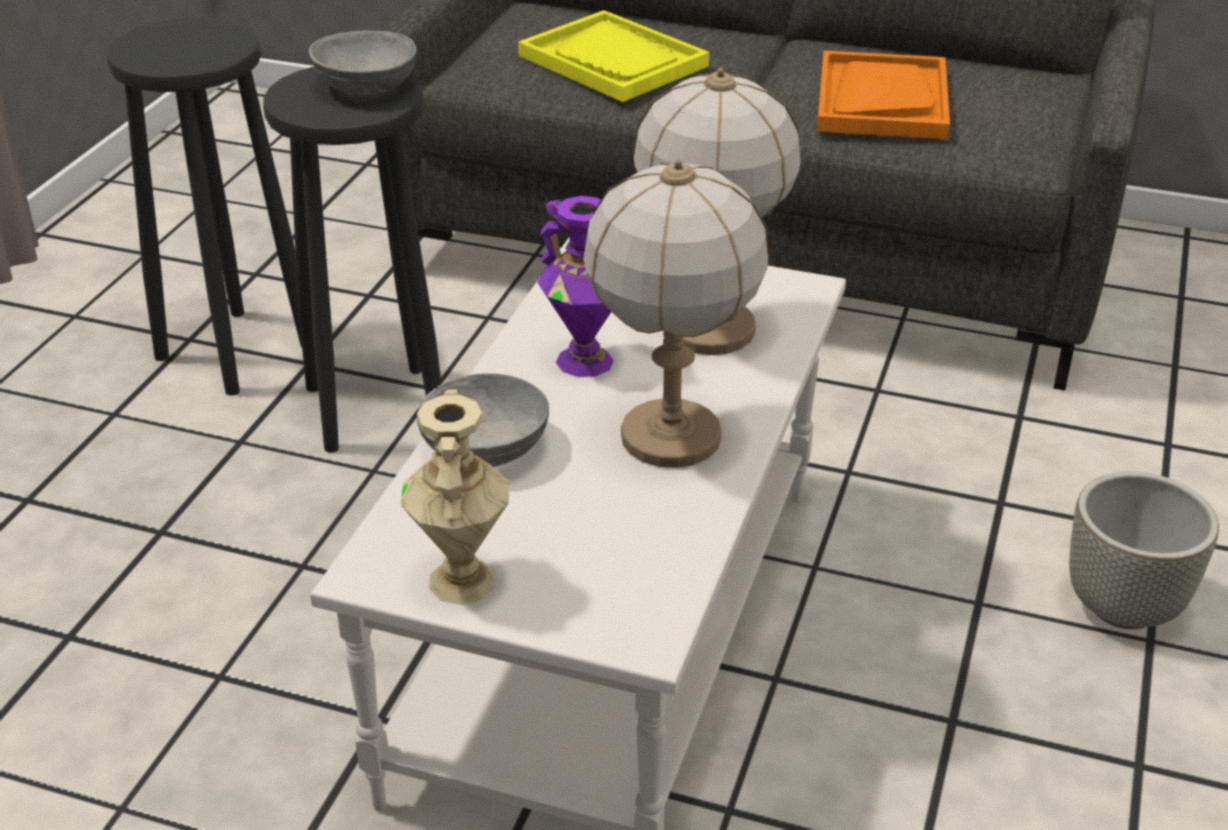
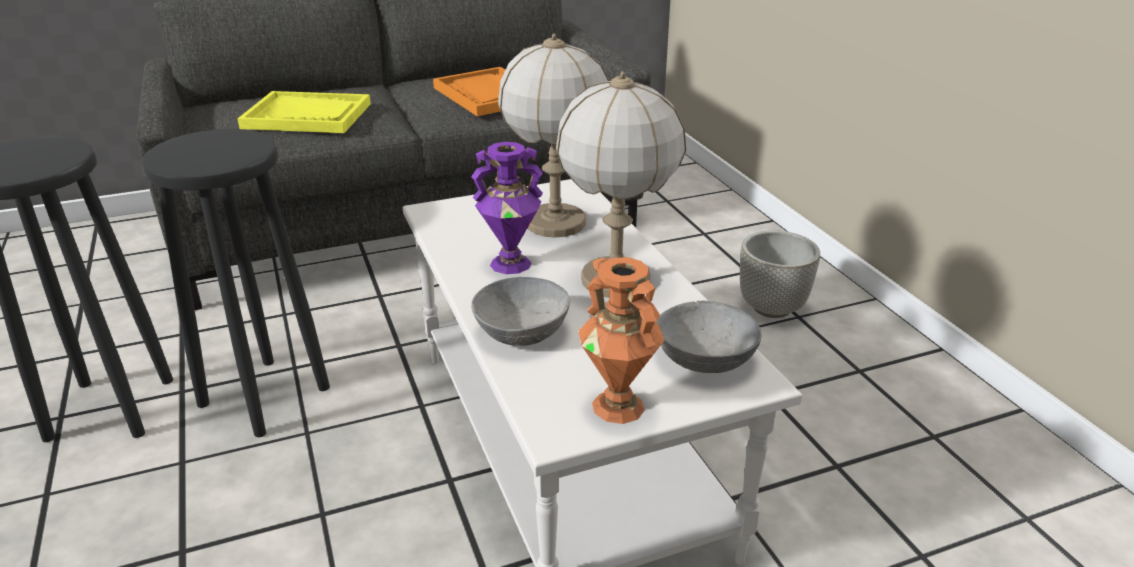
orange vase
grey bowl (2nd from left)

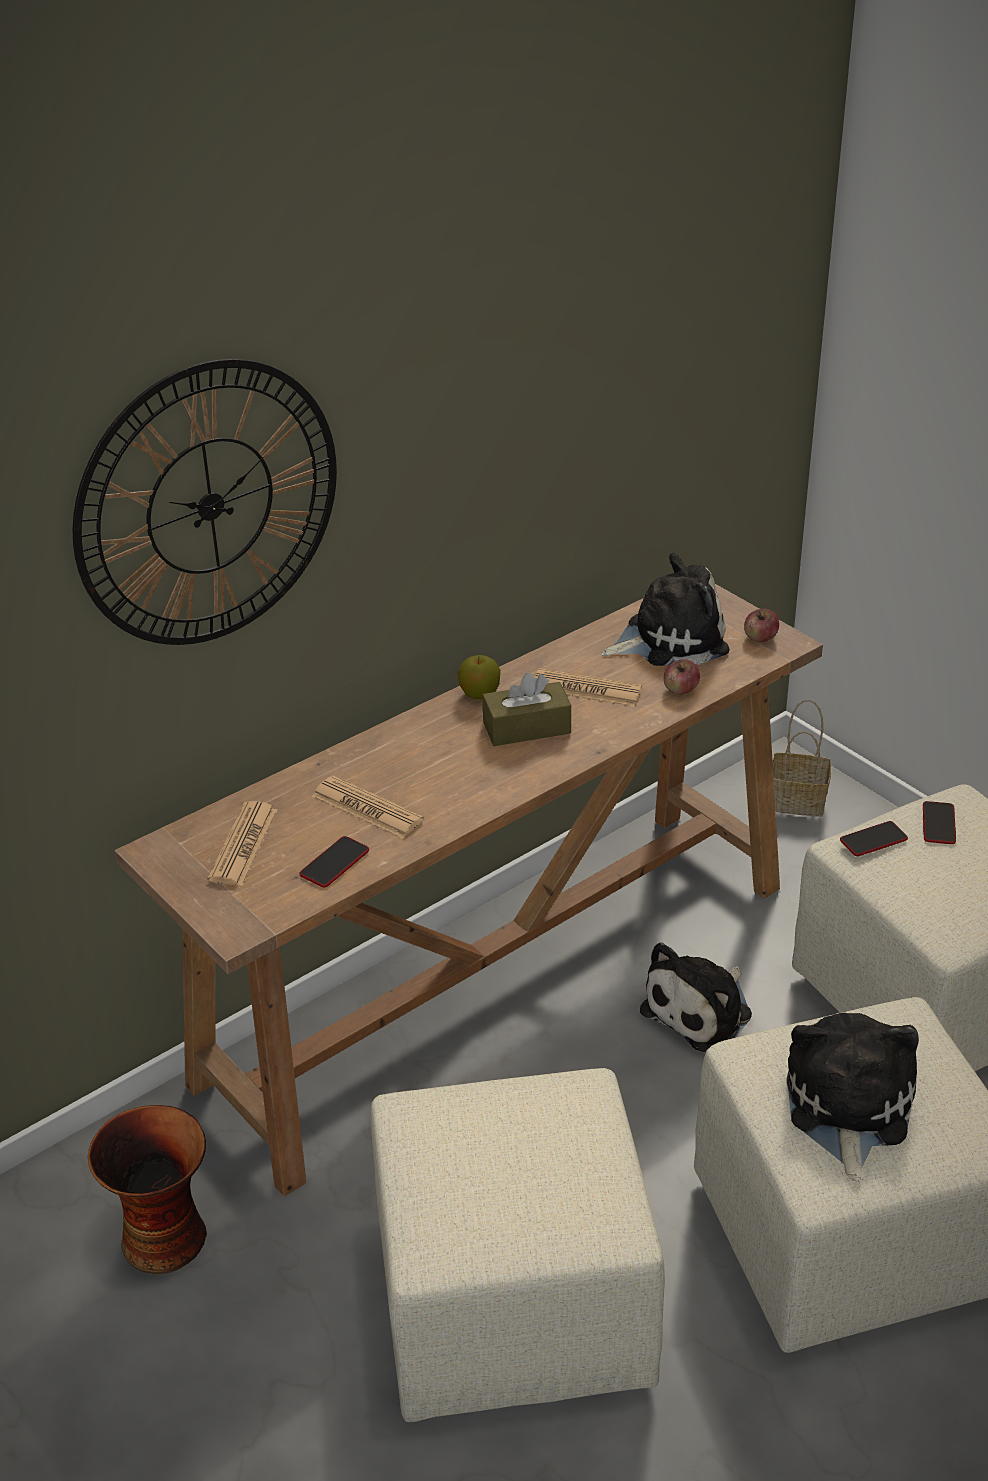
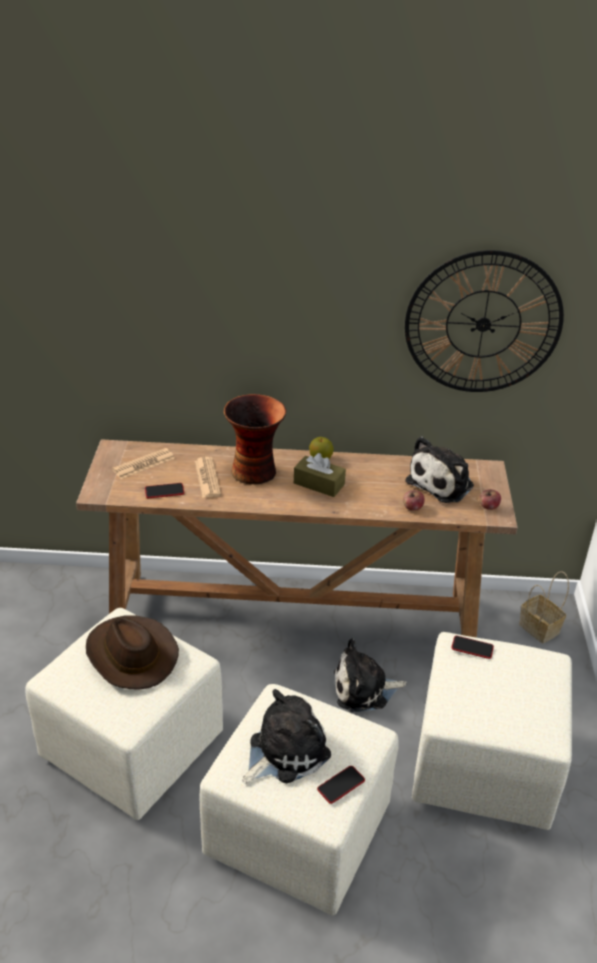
brown hat
vase
phone (2nd from left)
wall clock
plush toy (3rd from left)
newspaper (3rd from left in the first image)

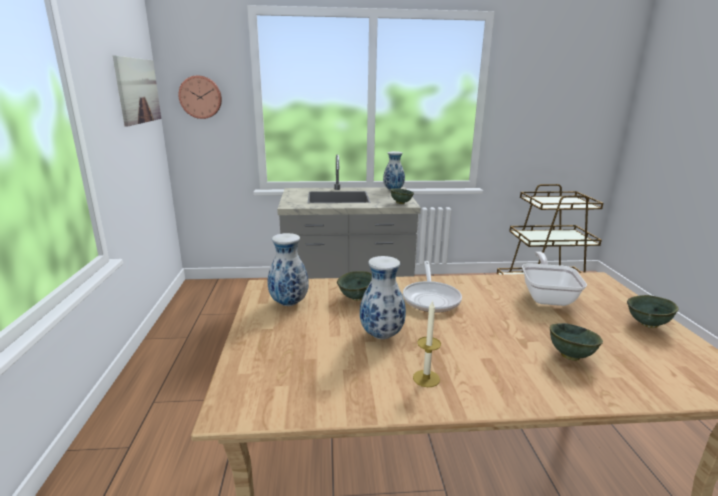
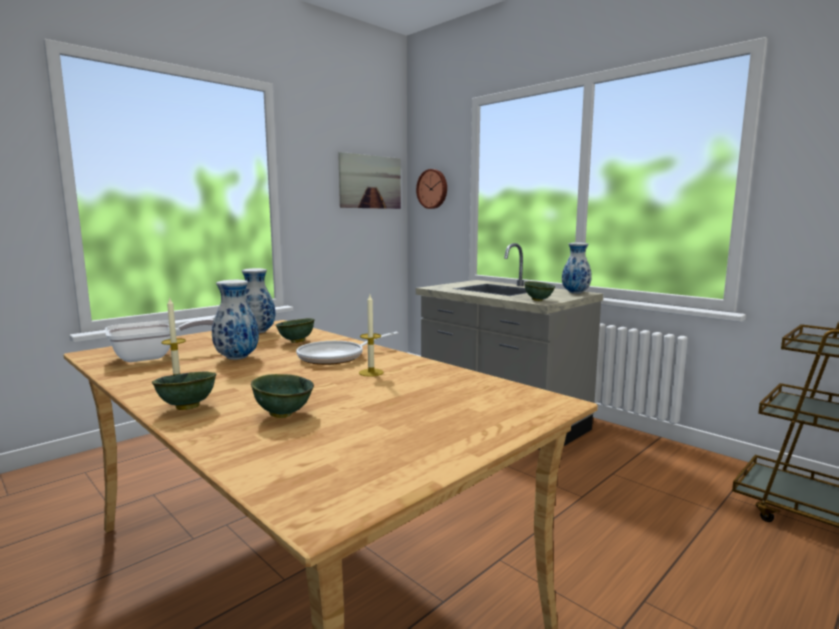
frying pan (1st from left)
green bowl (1st from left)
candle (2nd from left)

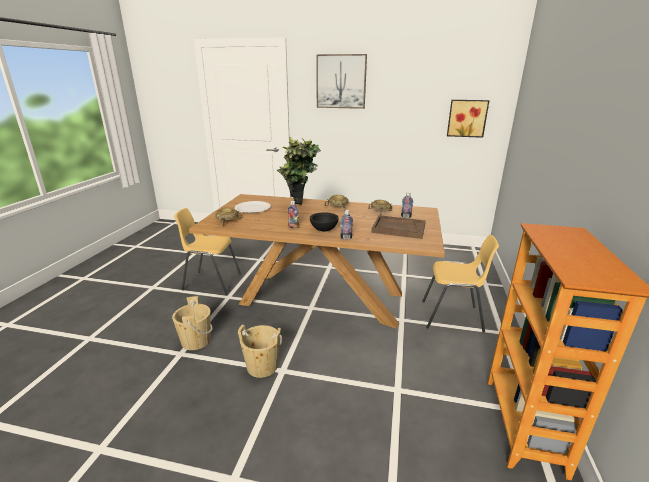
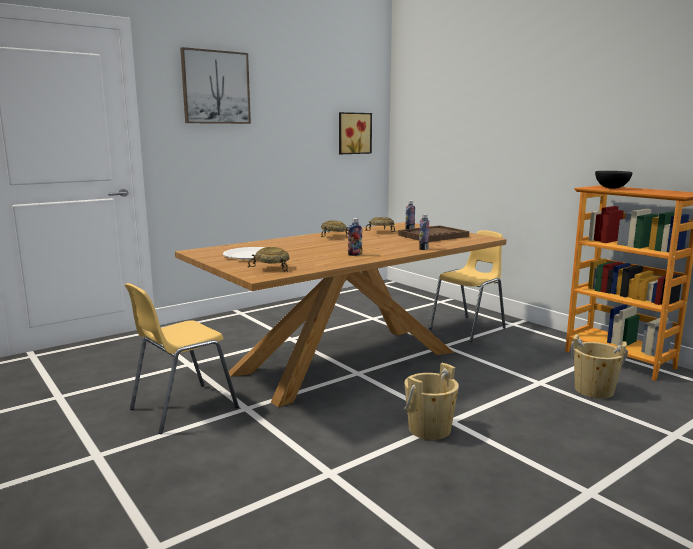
beige bucket (2nd from left)
black bowl
potted plant

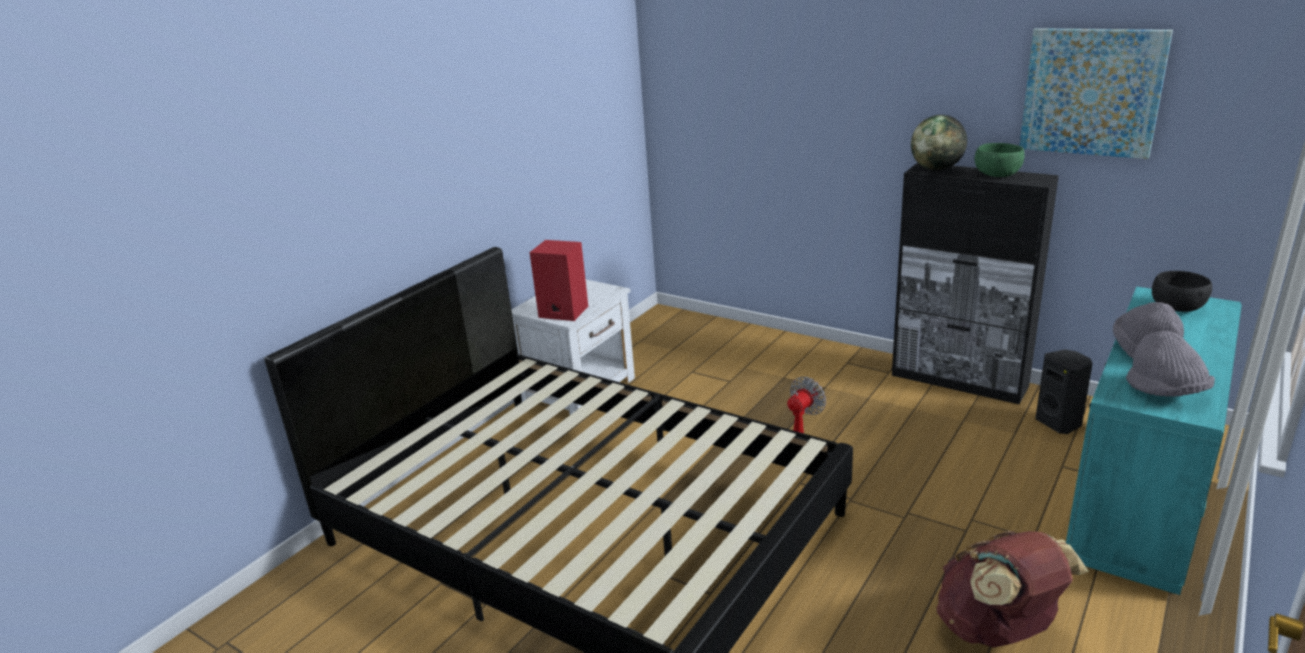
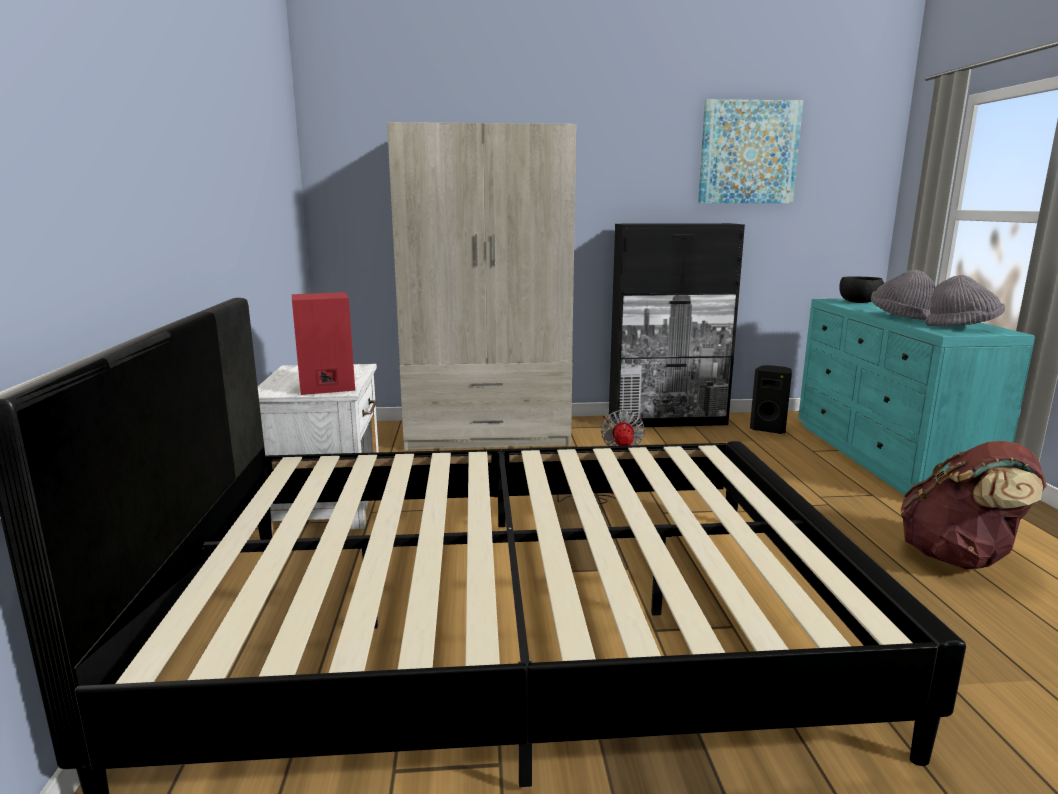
beige wardrobe
globe
green bowl

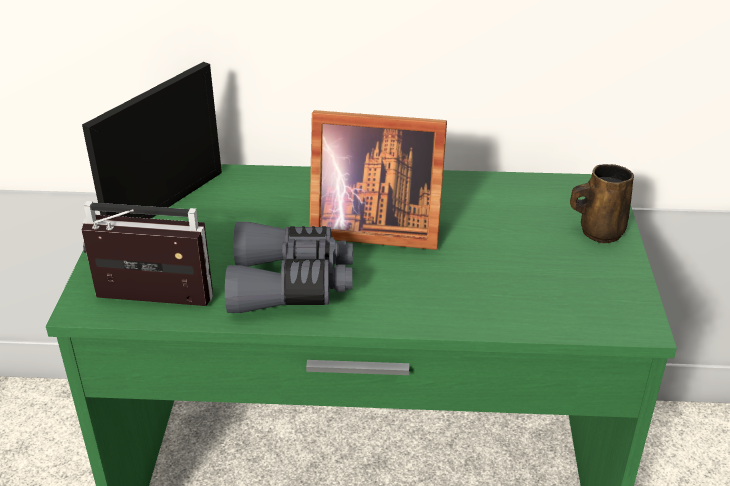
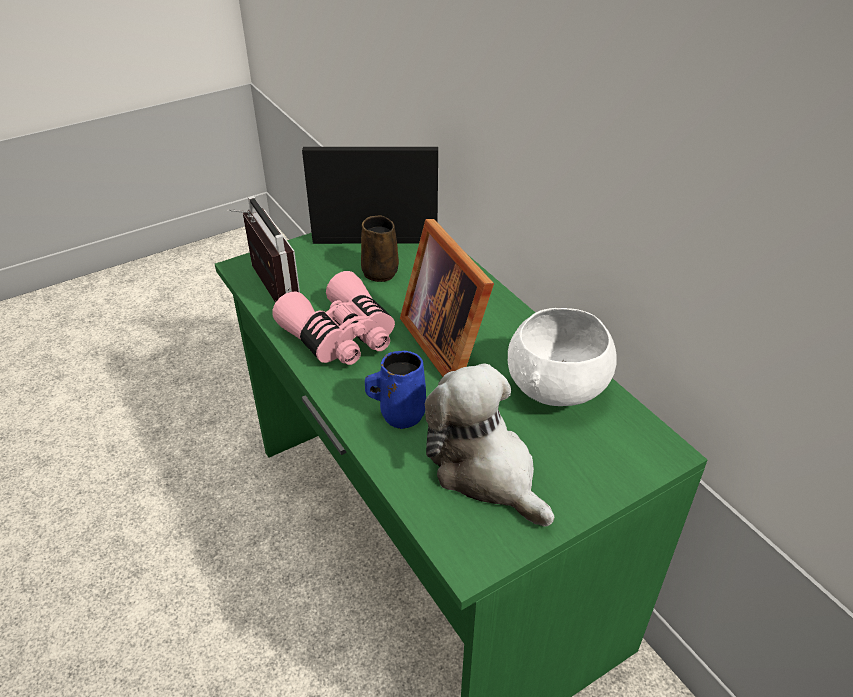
pink binoculars
brown mug
blue mug
plush toy
white bowl

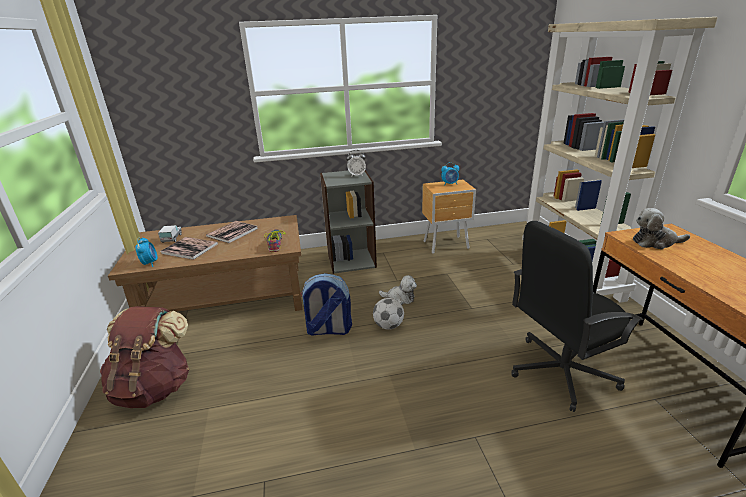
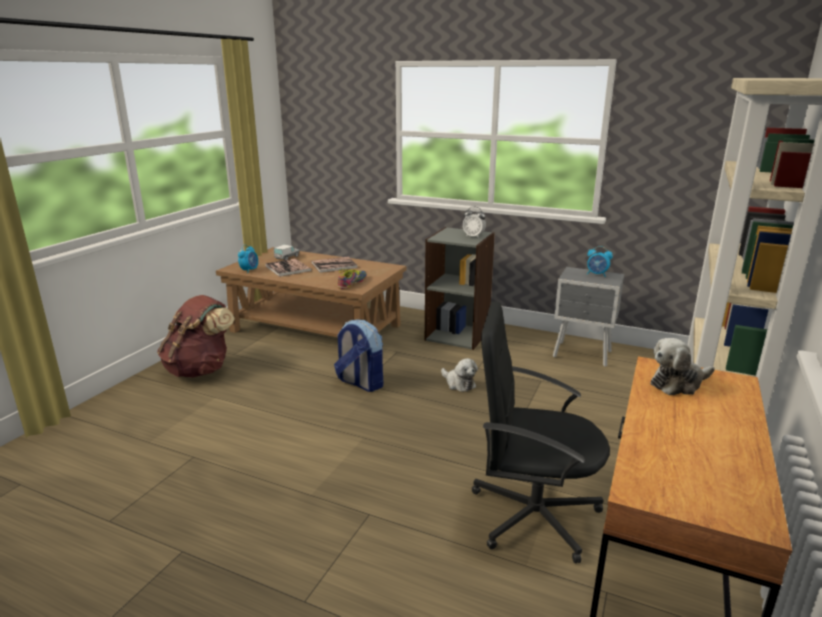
grey nightstand
plush toy (2nd from left)
football

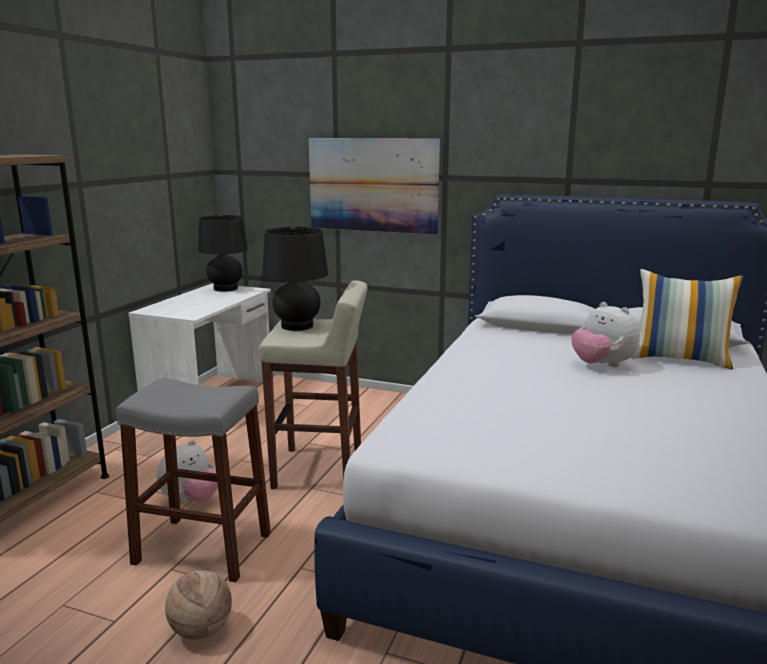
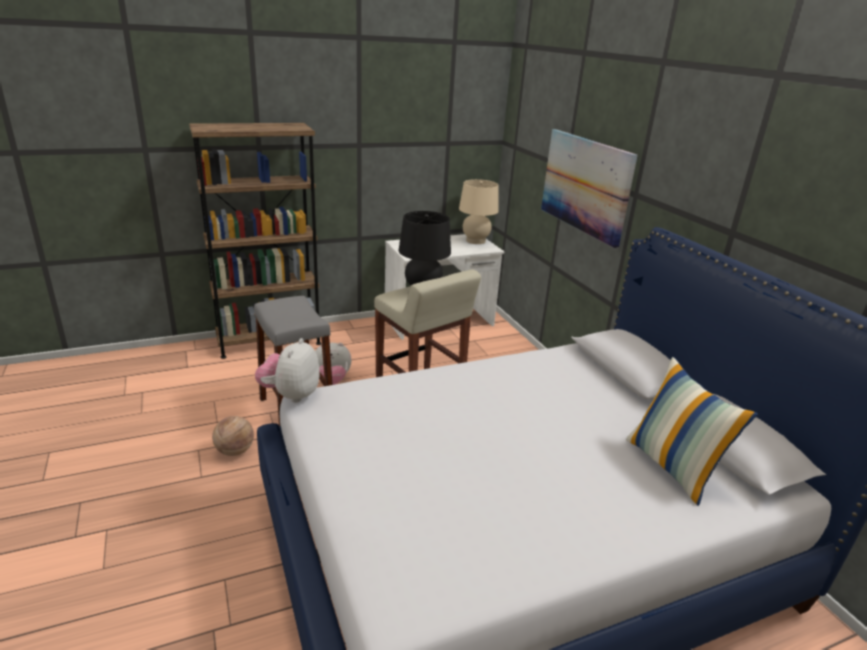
plush toy (1st from left)
beige table lamp

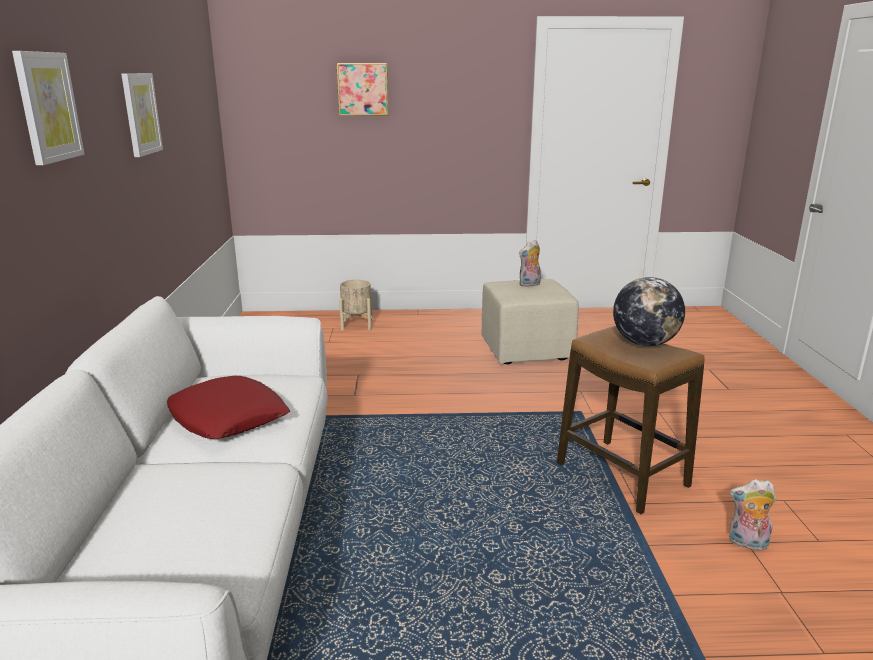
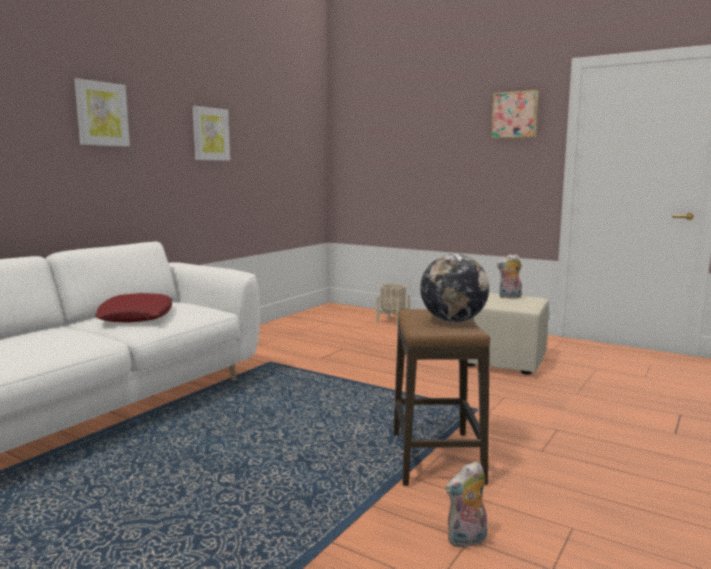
plush toy (1st from left)
picture (3rd from left)

